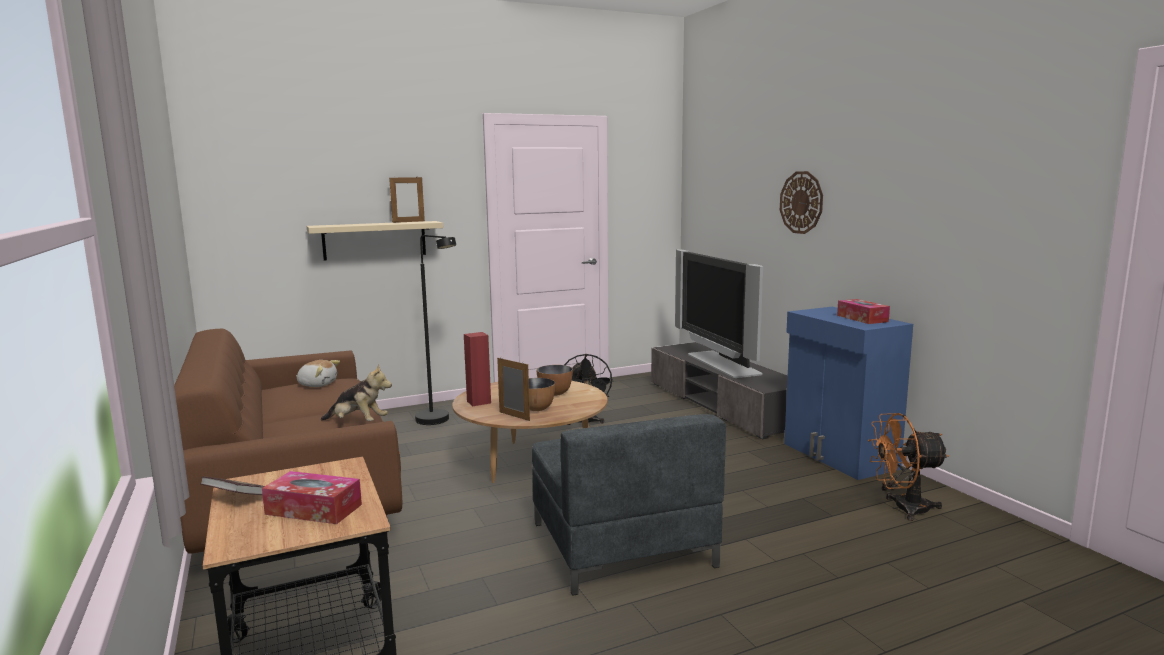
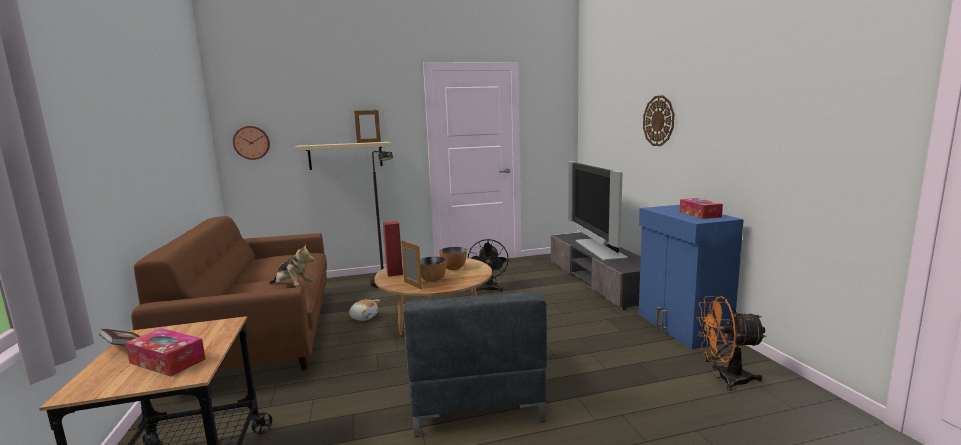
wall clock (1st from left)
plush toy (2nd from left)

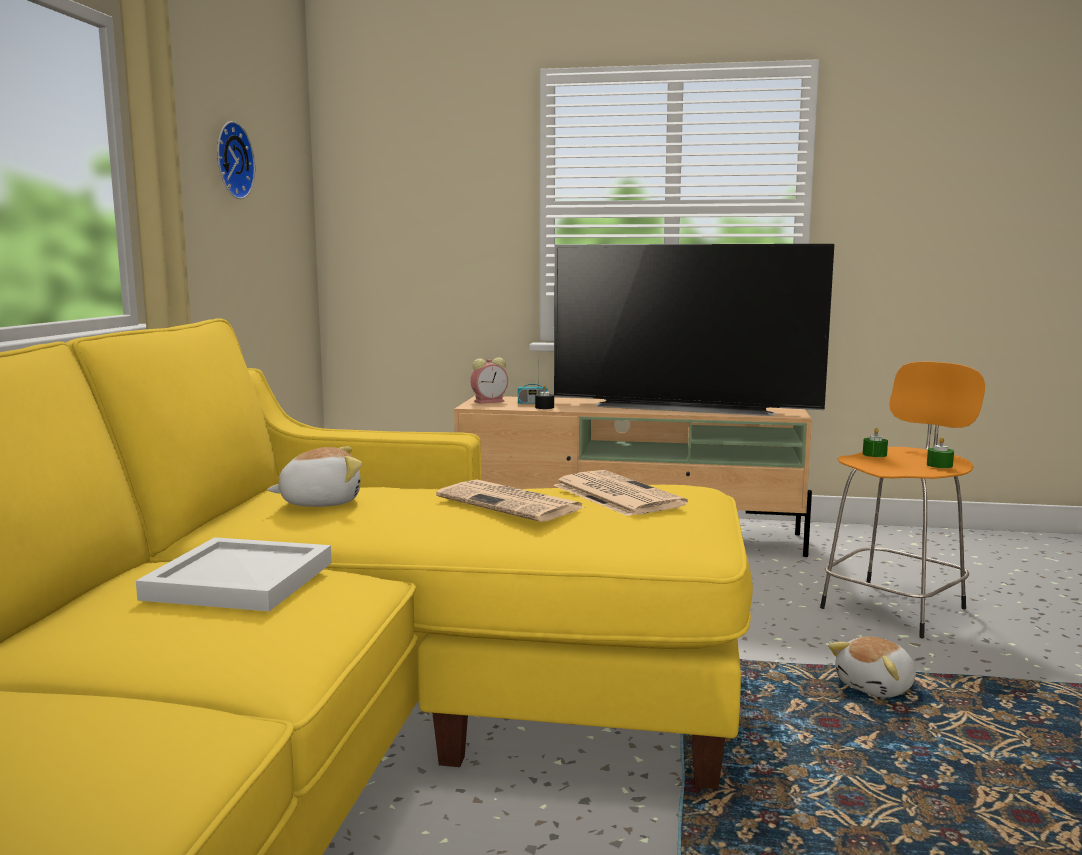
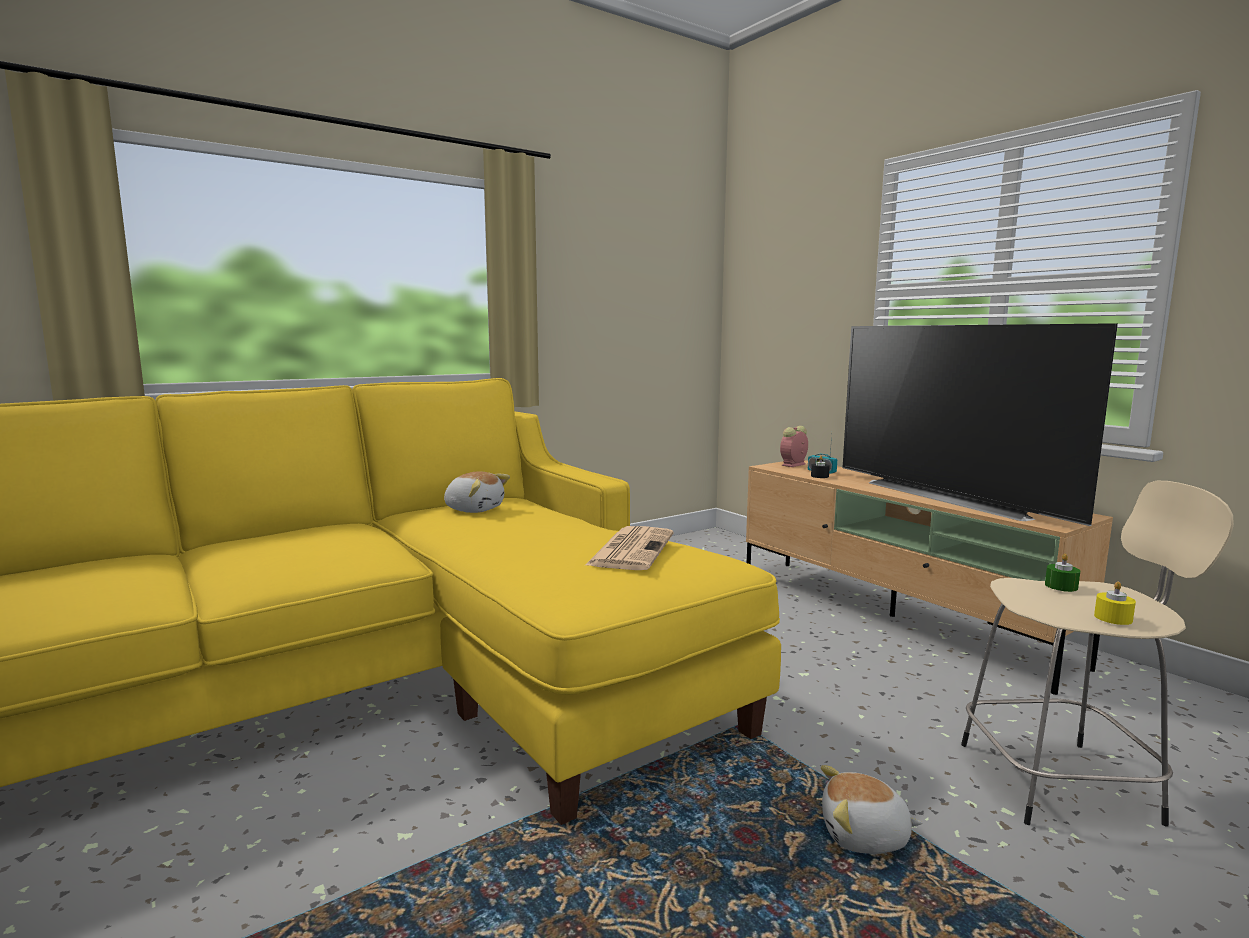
alarm clock
beige stool
yellow candle
white tray
wall clock
newspaper (1st from left in the first image)

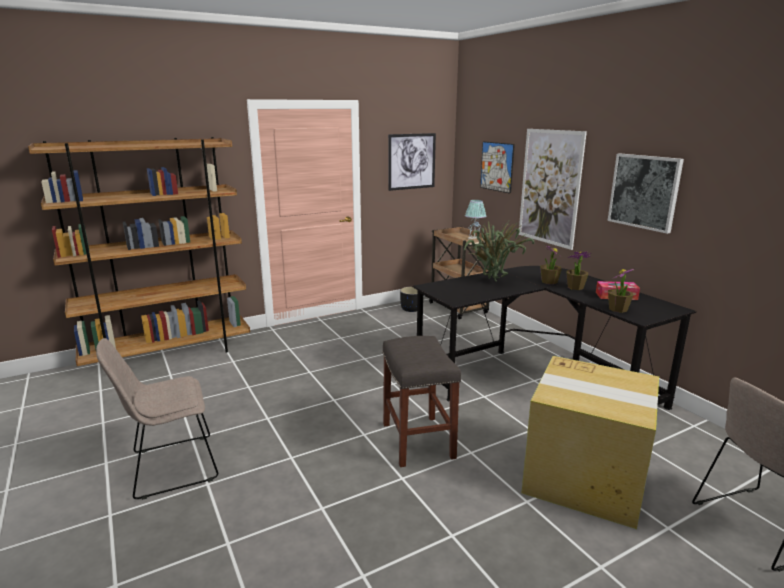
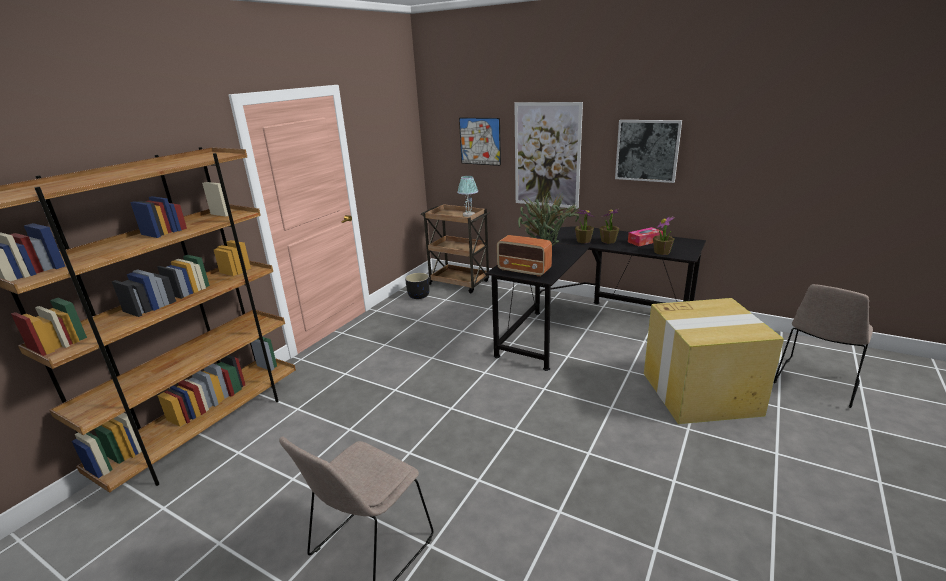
radio
grey stool
picture (1st from left in the first image)

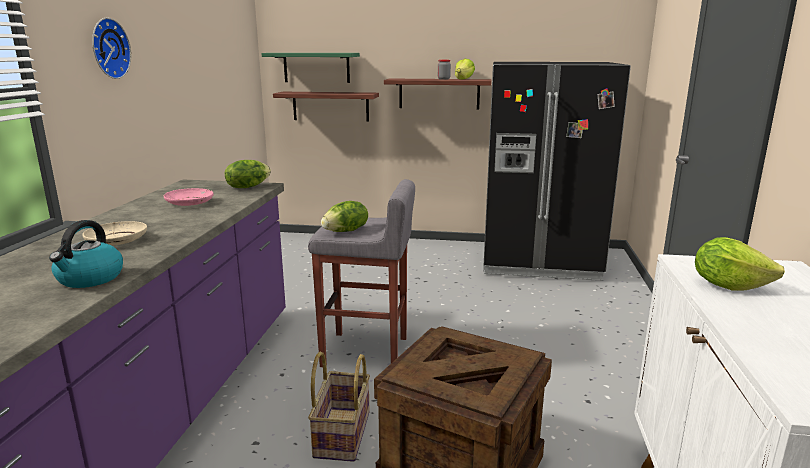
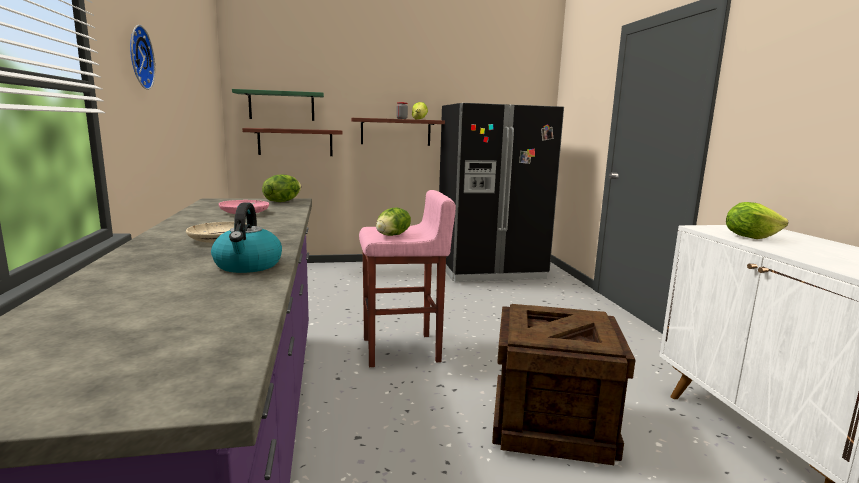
pink stool
basket

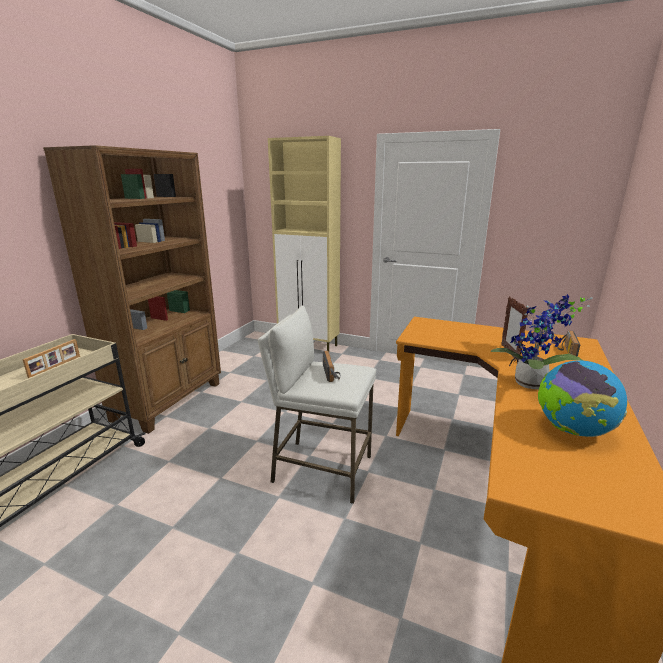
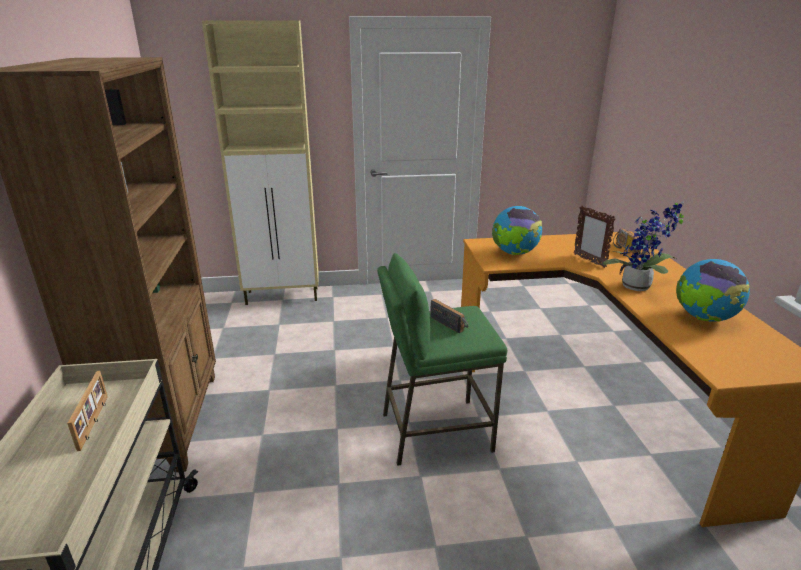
green stool
globe (1st from left)

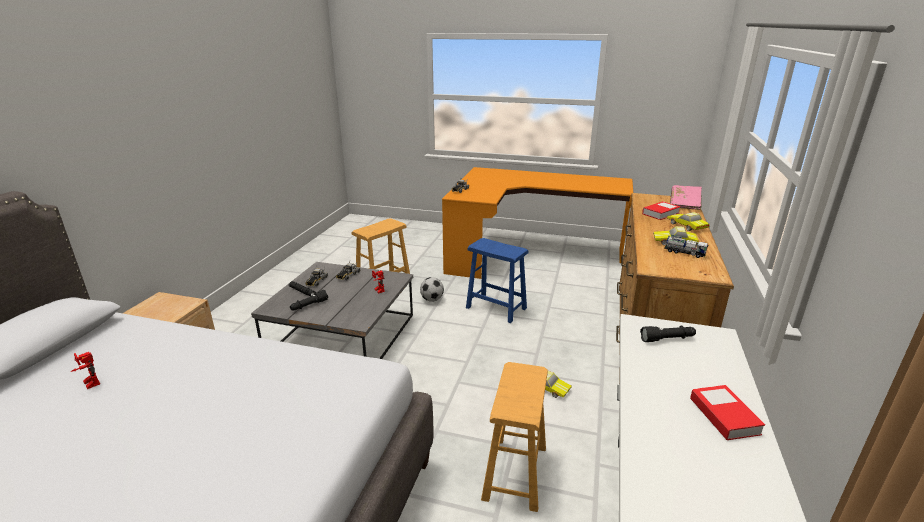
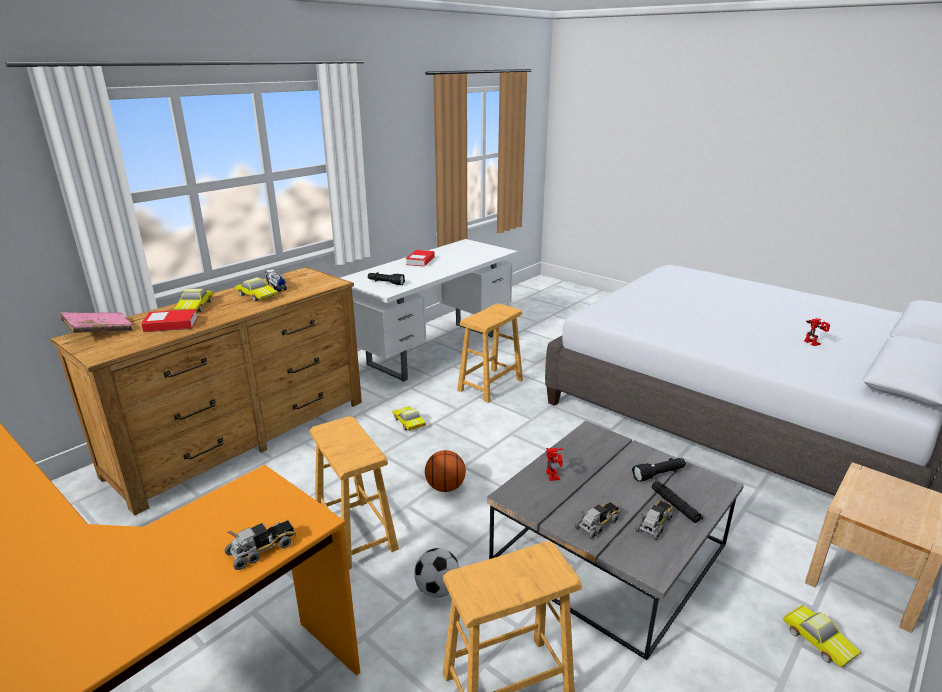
brown stool (1st from left)
basketball
toy car (4th from left)

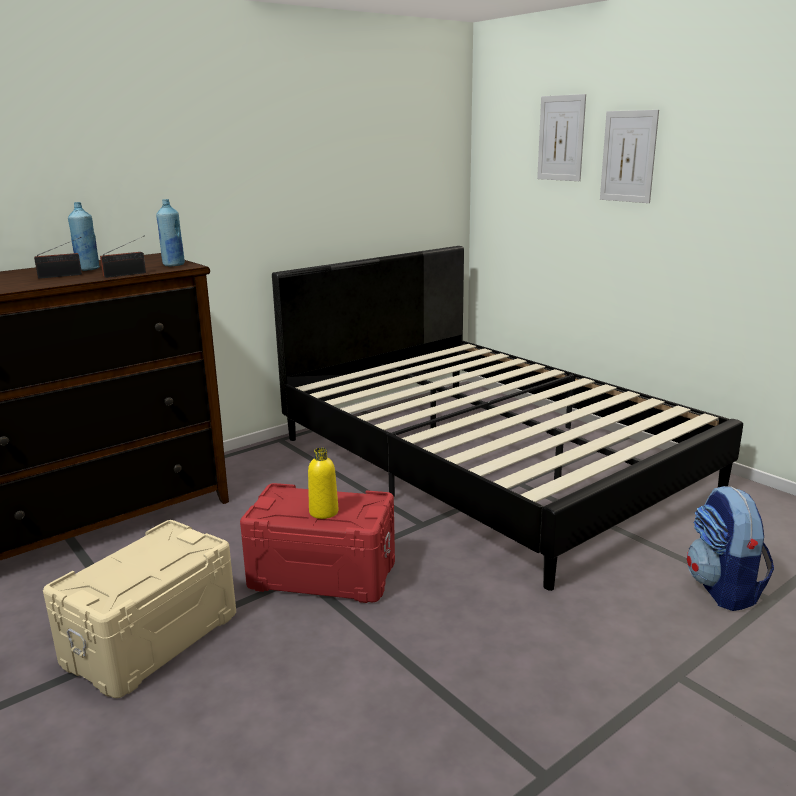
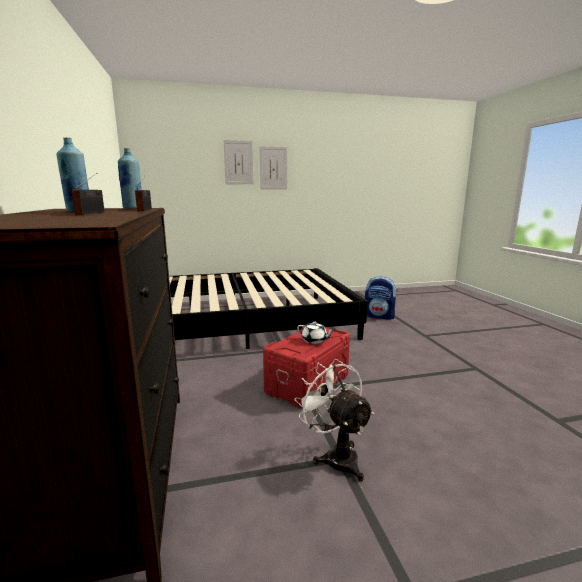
picture (2nd from left)
white fan
white teapot

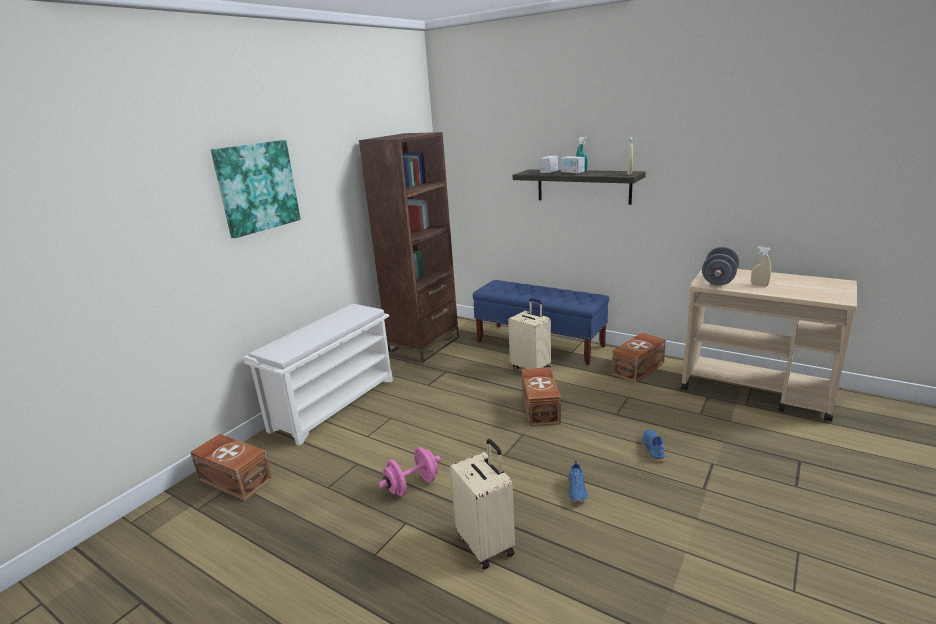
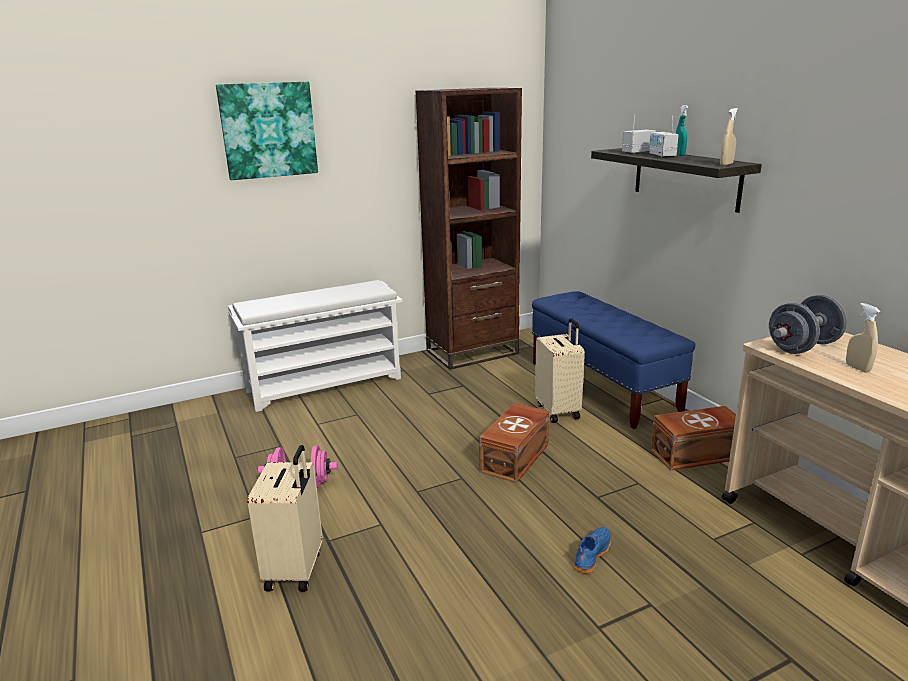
brown storage box (1st from left in the first image)
blue shoe (1st from left in the first image)

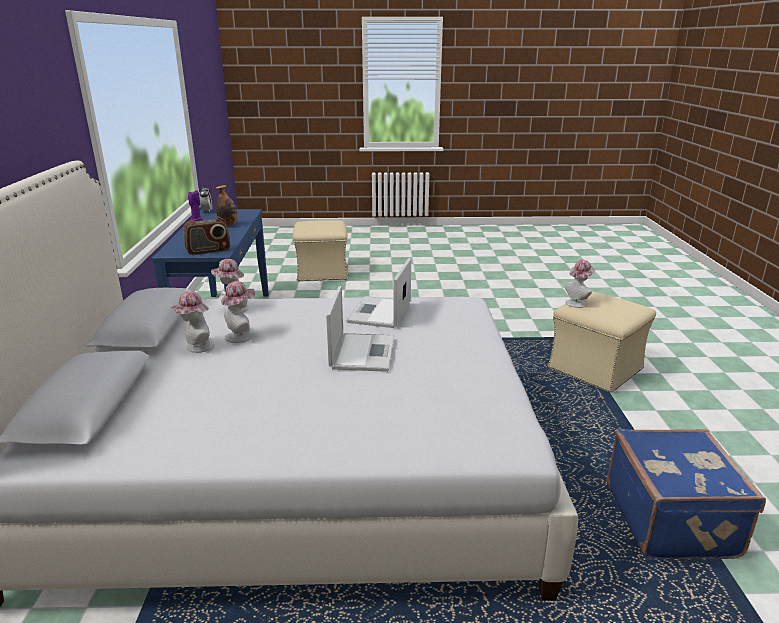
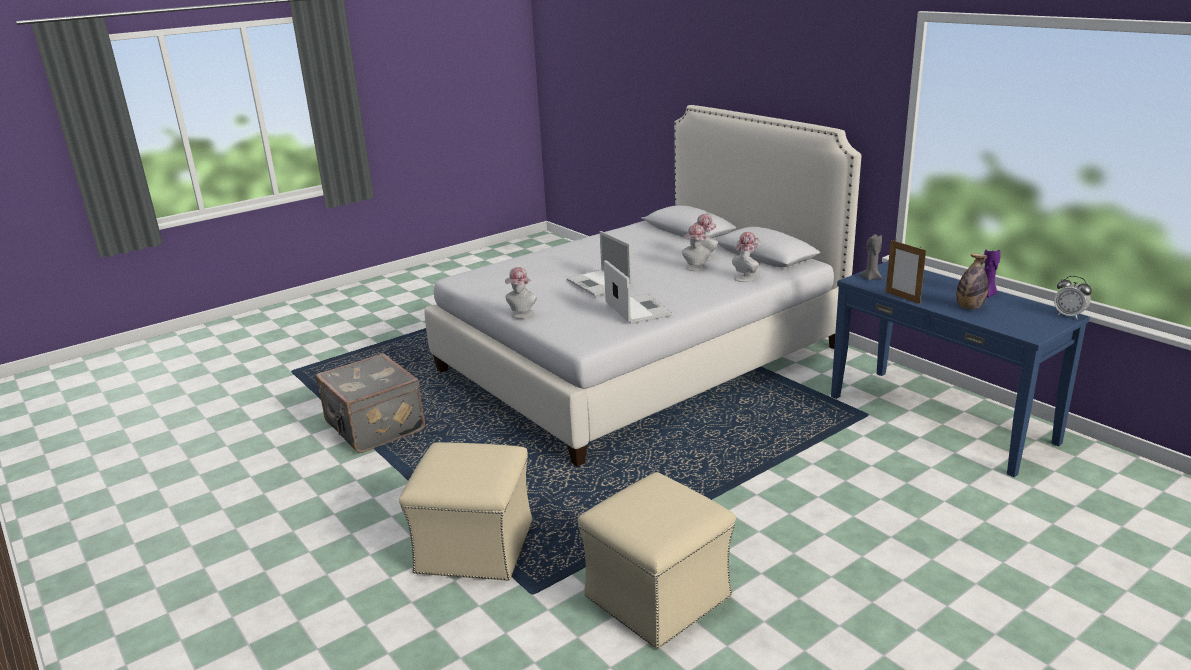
grey suitcase
hat (1st from left)
beige ottoman (2nd from left)
grey candle
picture frame

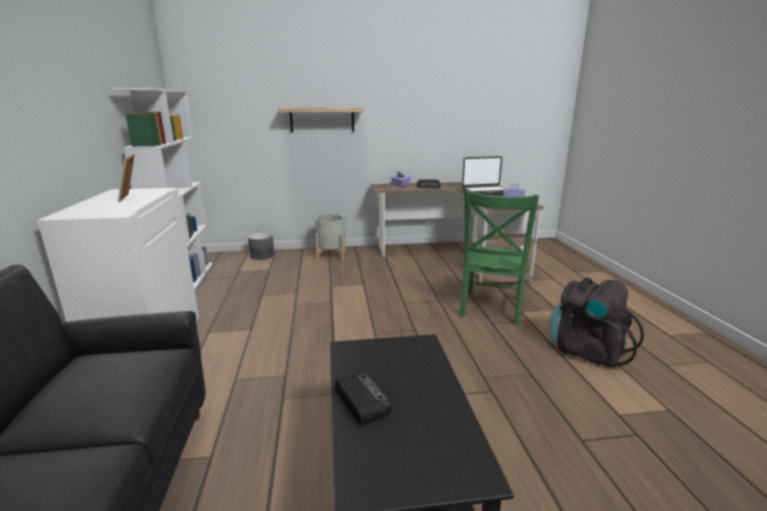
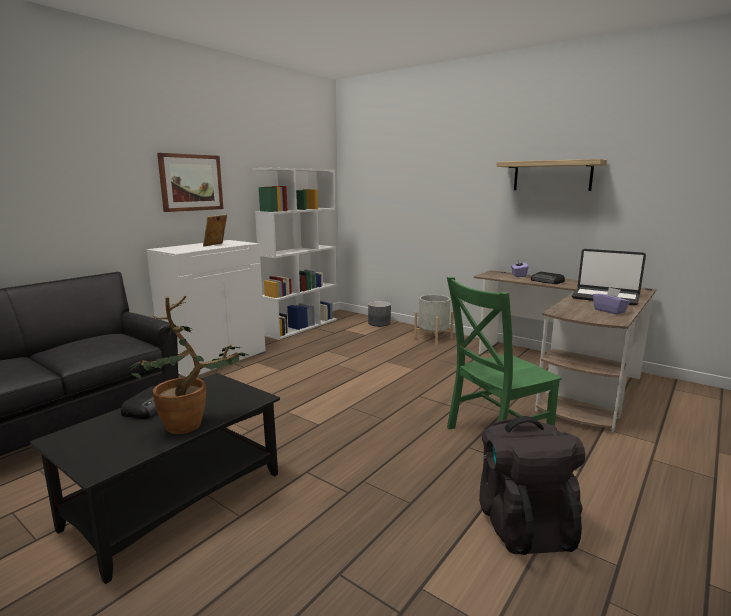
potted plant
picture
shelf

